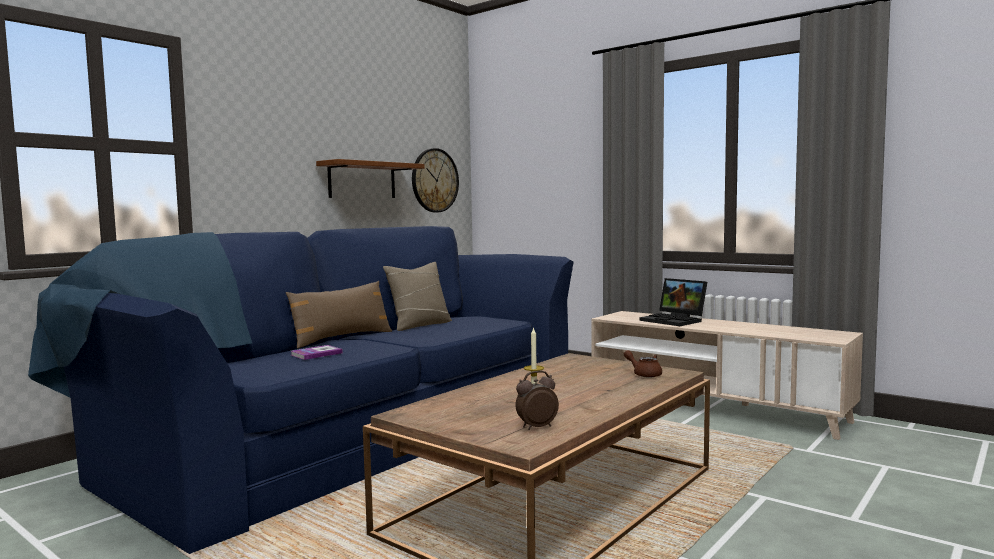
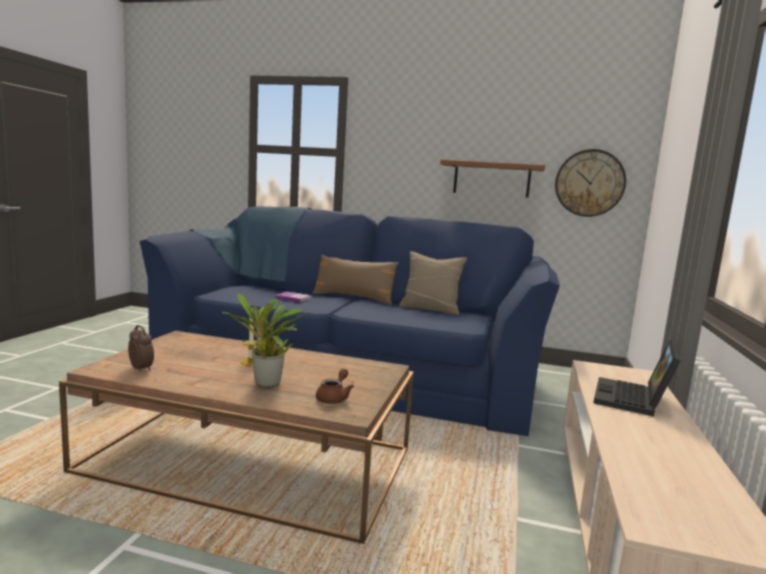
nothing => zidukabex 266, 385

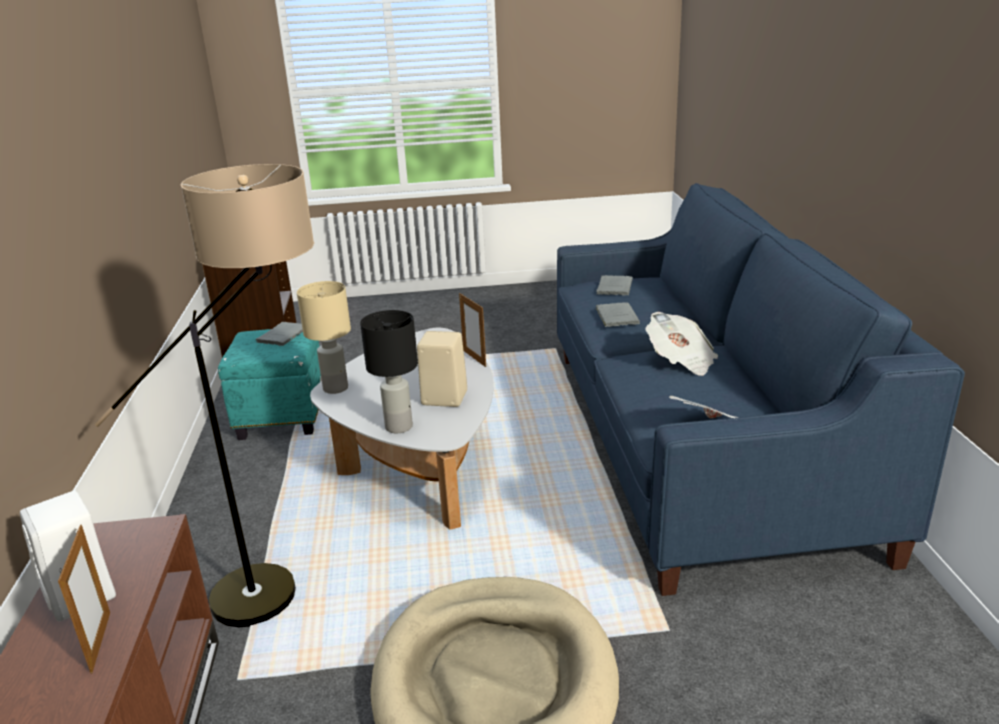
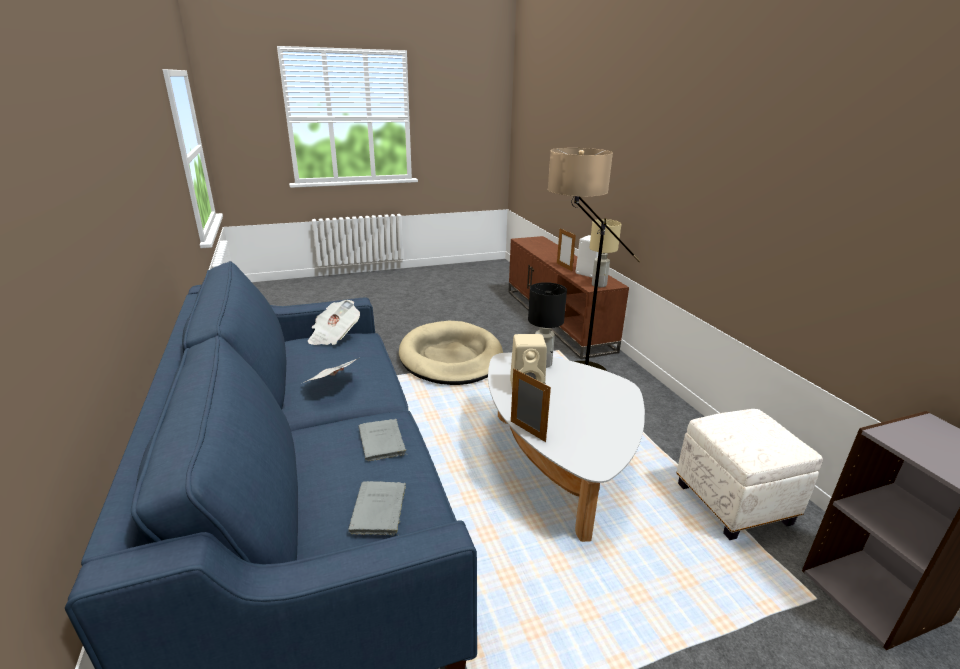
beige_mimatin 335, 388 => beige_mimatin 599, 285, relocated
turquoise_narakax 281, 417 => white_narakax 734, 504
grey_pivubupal 283, 335 => nothing

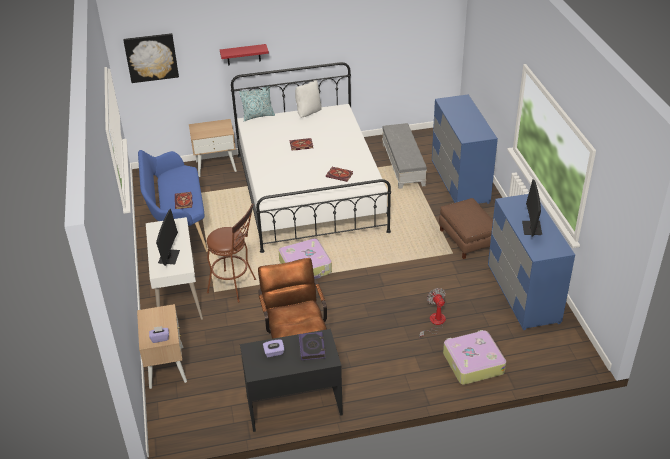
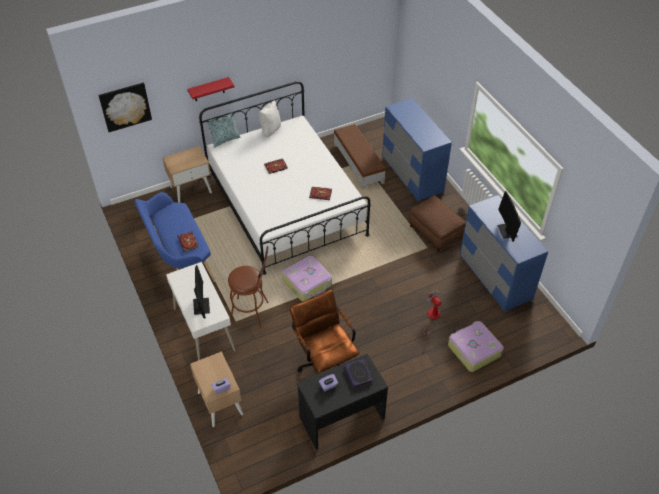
grey_narakax 403, 164 => brown_narakax 358, 163

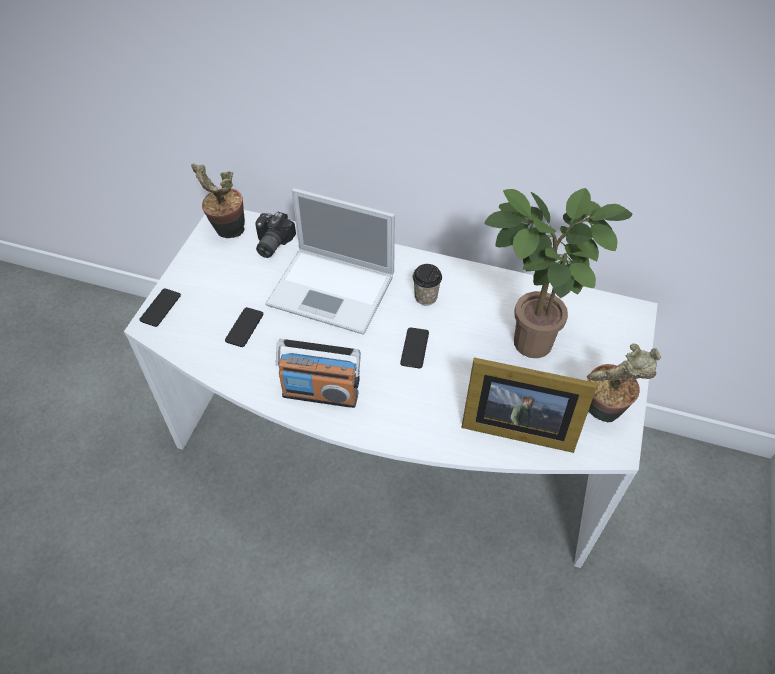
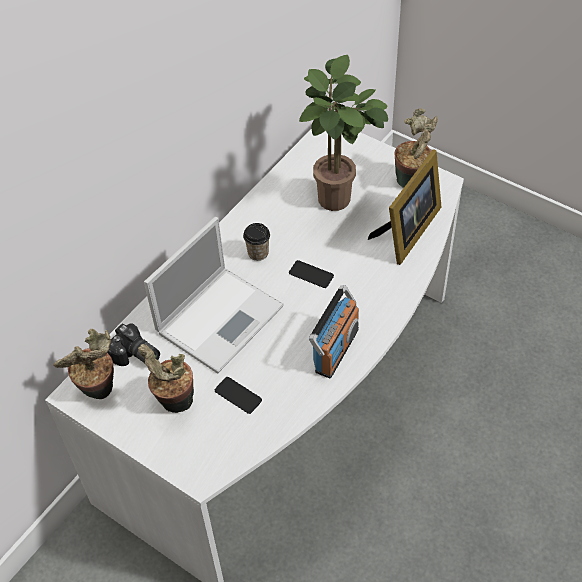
nothing => zidukabex 174, 403
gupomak 160, 308 => nothing

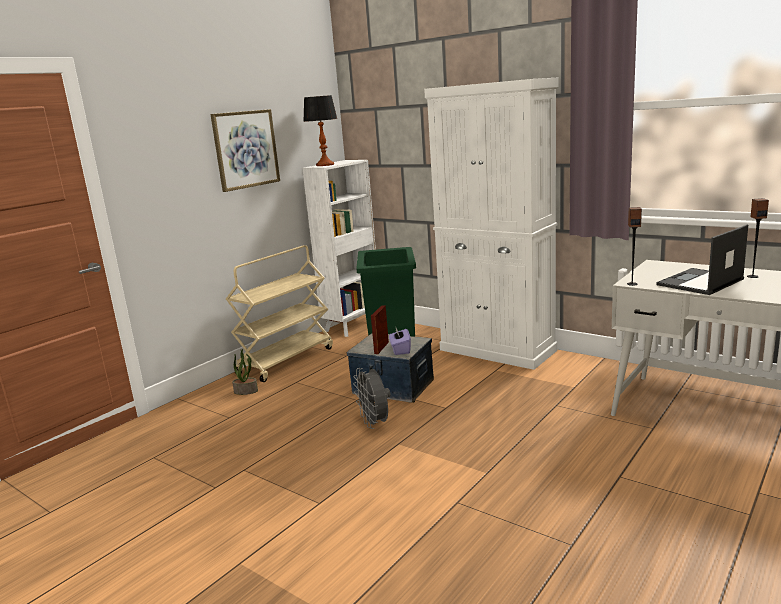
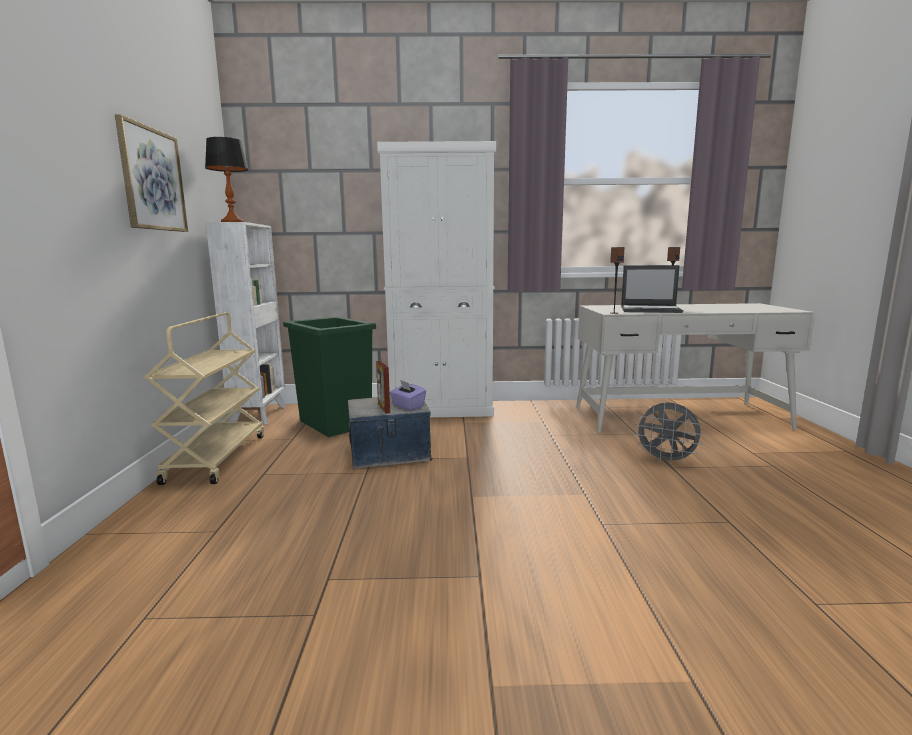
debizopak 700, 282 => debizopak 651, 310, 90 degrees counterclockwise
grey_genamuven 375, 423 => grey_genamuven 666, 461, relocated
zidukabex 246, 391 => nothing

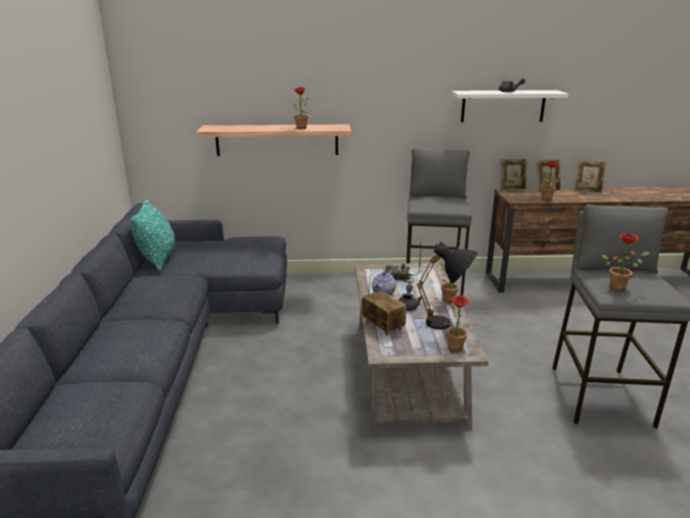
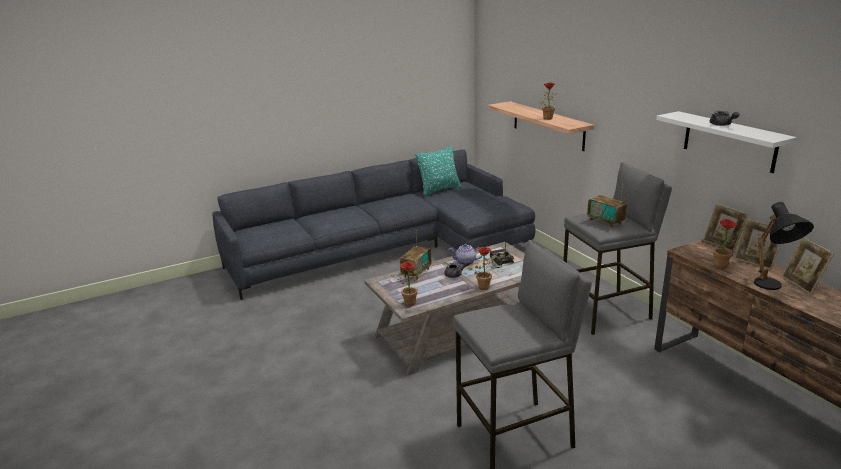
nothing => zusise 605, 222
black_mimatin 447, 325 => black_mimatin 771, 288, relocated
zidukabex 619, 287 => nothing

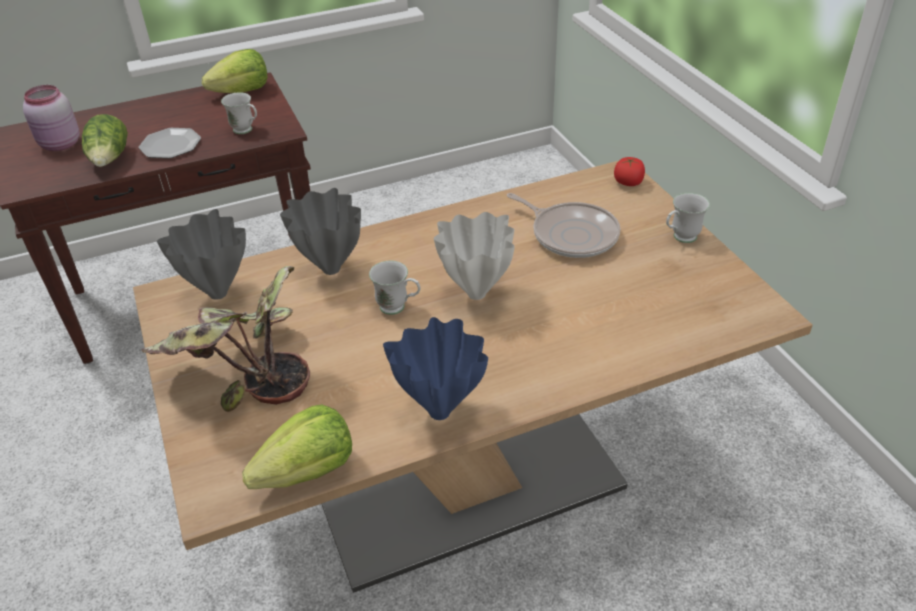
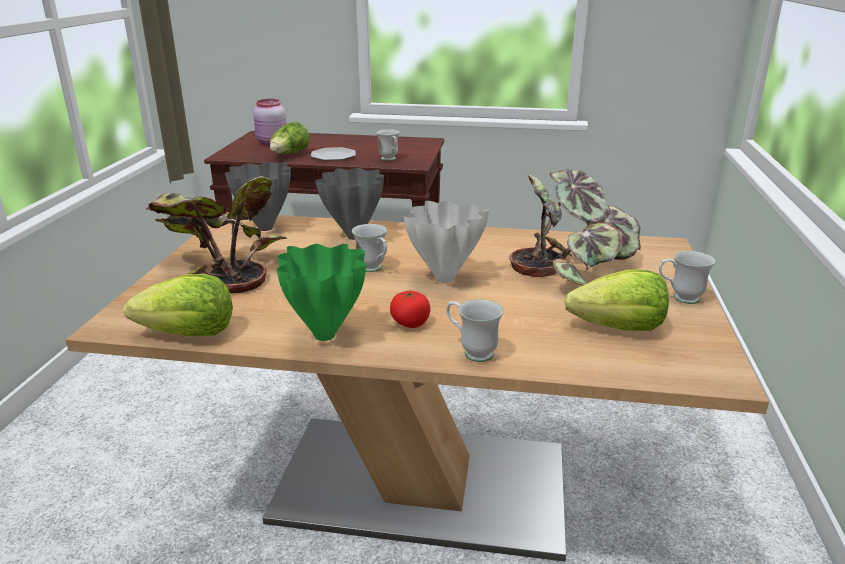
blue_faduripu 441, 412 => green_faduripu 326, 336
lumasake 628, 182 => lumasake 410, 323, relocated
nothing => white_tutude 471, 352
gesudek 571, 234 => zidukabex 572, 268
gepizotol 242, 91 => gepizotol 619, 328, relocated

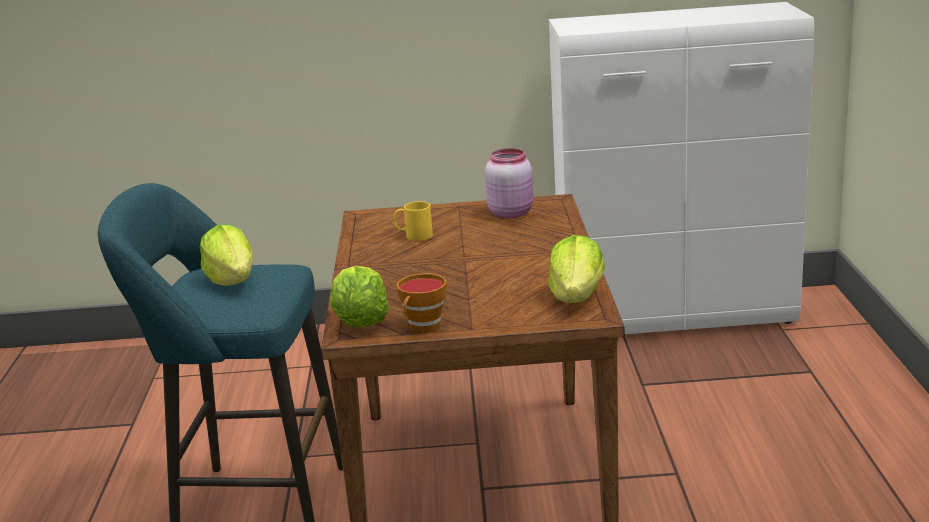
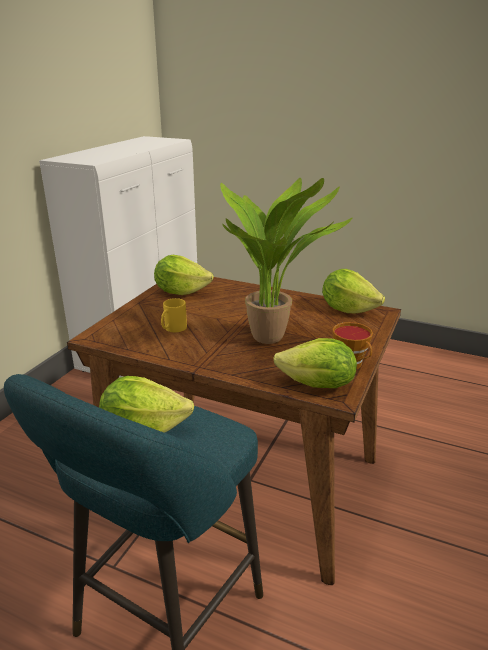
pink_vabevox 511, 212 => gepizotol 181, 291
nothing => zidukabex 273, 337

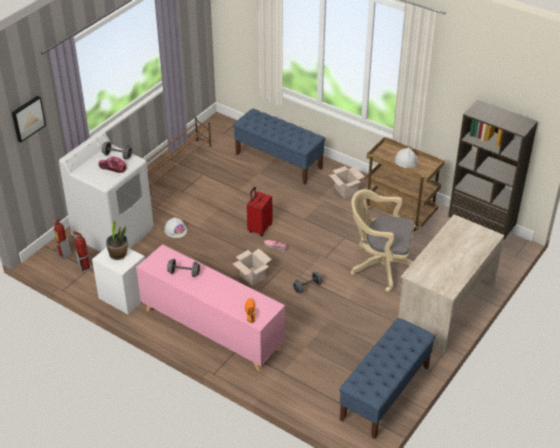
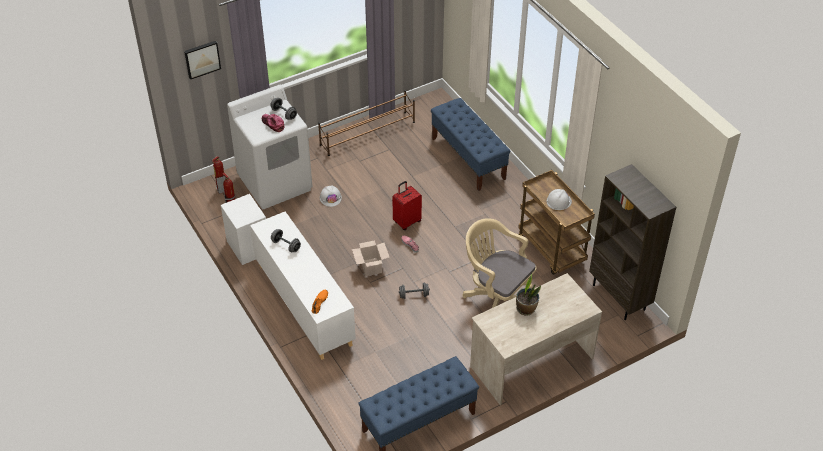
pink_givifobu 211, 329 => white_givifobu 304, 304
zidukabex 118, 254 => zidukabex 526, 309, relocated
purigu 346, 190 => nothing

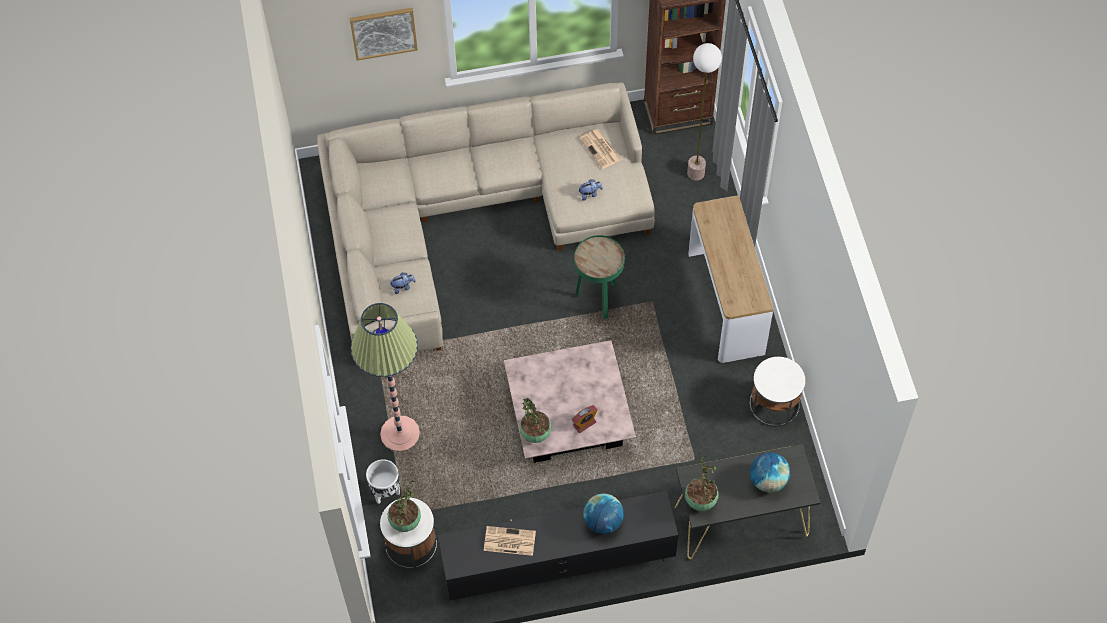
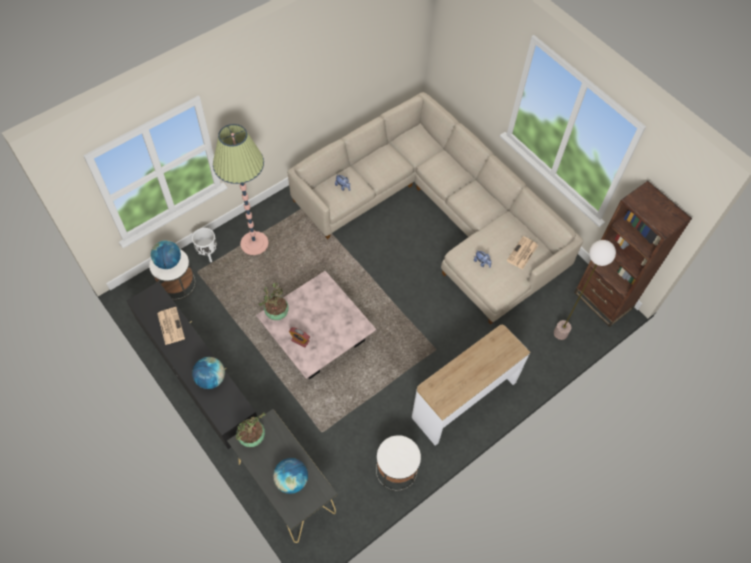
zidukabex 405, 521 => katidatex 168, 262
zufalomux 383, 32 => nothing
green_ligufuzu 598, 299 => nothing

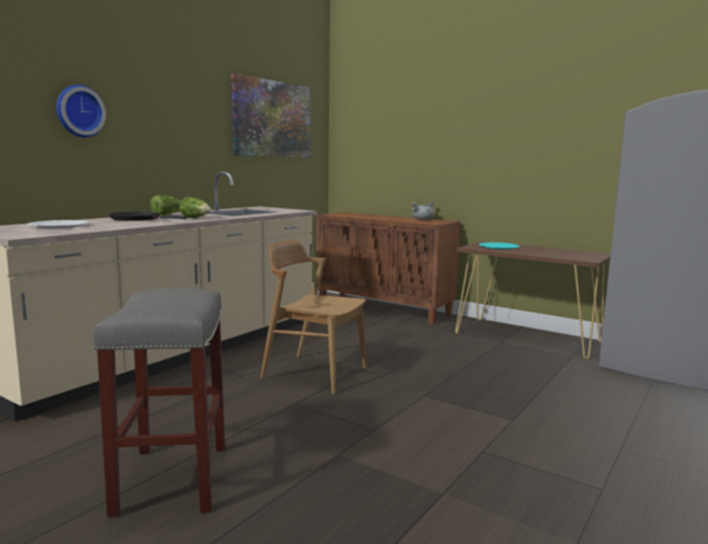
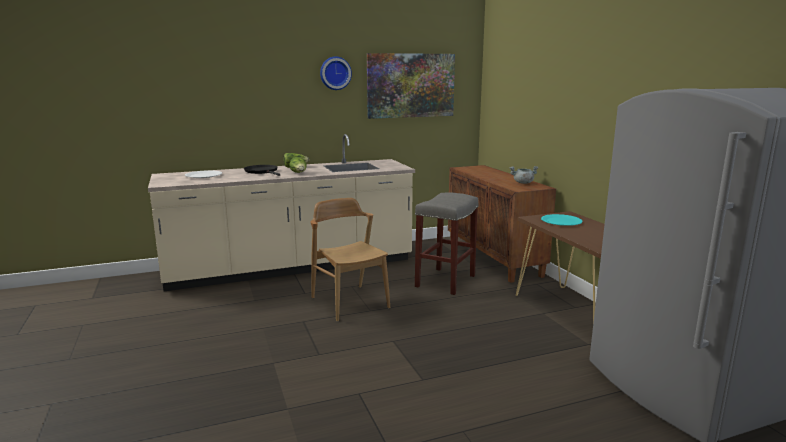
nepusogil 79, 111 => nepusogil 335, 73, relocated
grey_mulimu 172, 478 => grey_mulimu 445, 281, relocated

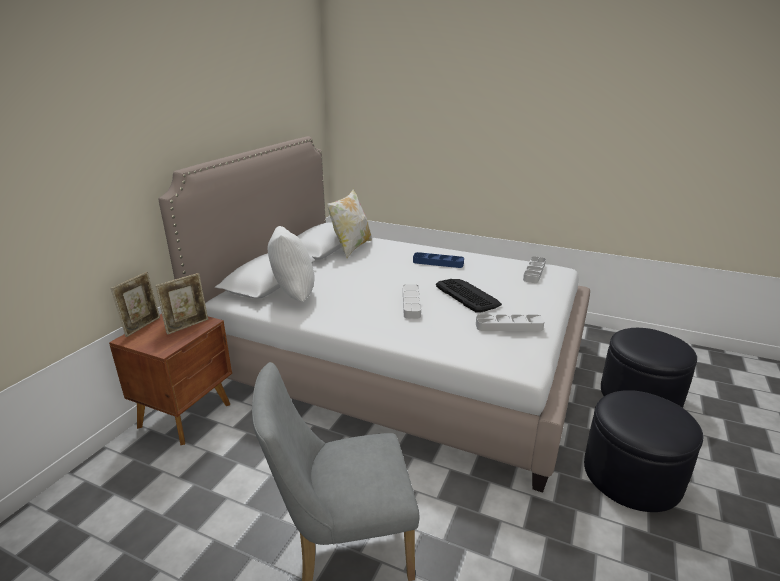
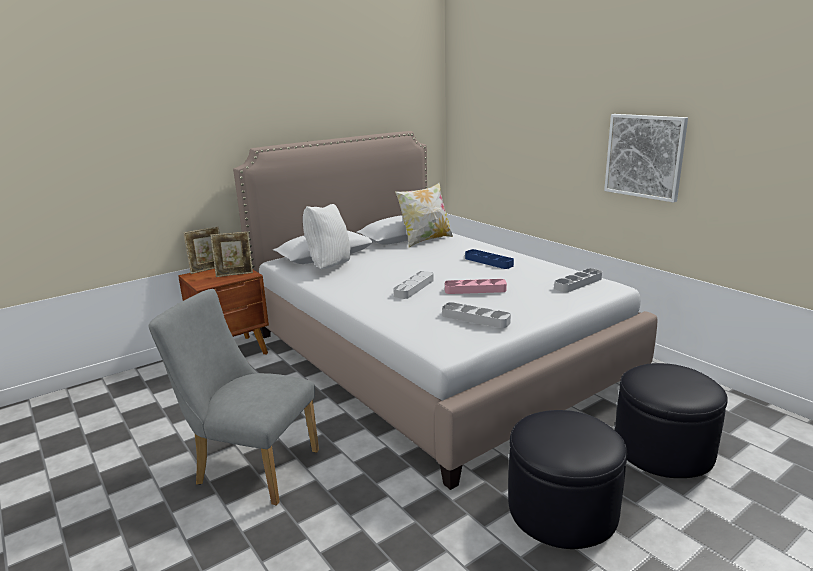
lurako 467, 295 => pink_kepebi 475, 290
nothing => zufalomux 644, 156

